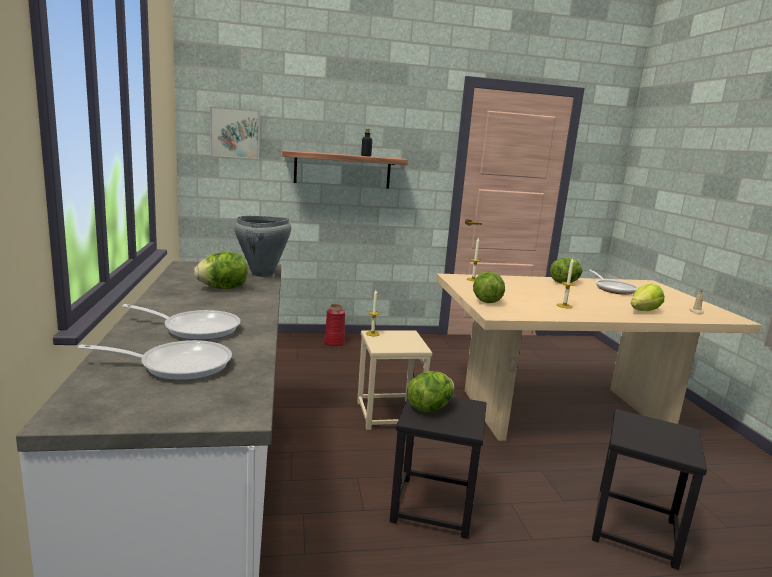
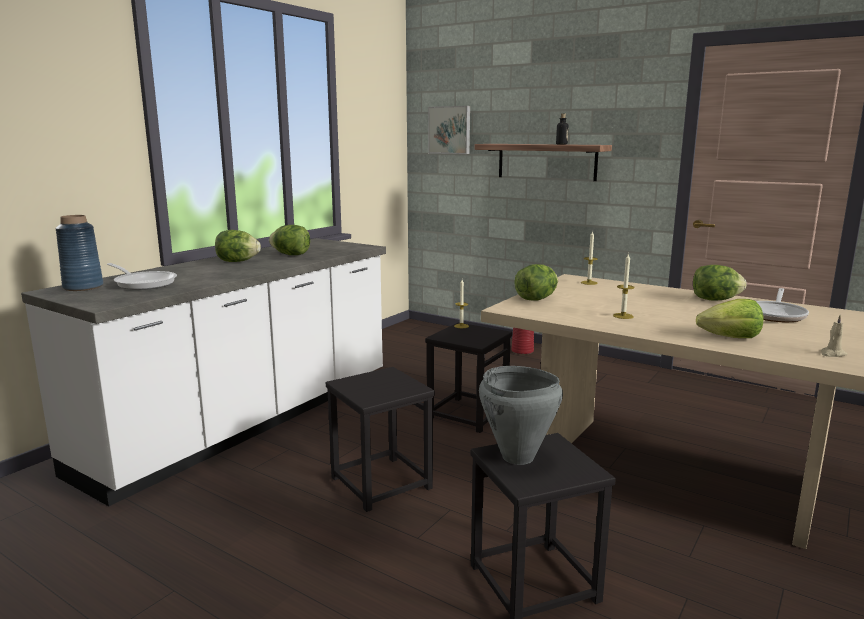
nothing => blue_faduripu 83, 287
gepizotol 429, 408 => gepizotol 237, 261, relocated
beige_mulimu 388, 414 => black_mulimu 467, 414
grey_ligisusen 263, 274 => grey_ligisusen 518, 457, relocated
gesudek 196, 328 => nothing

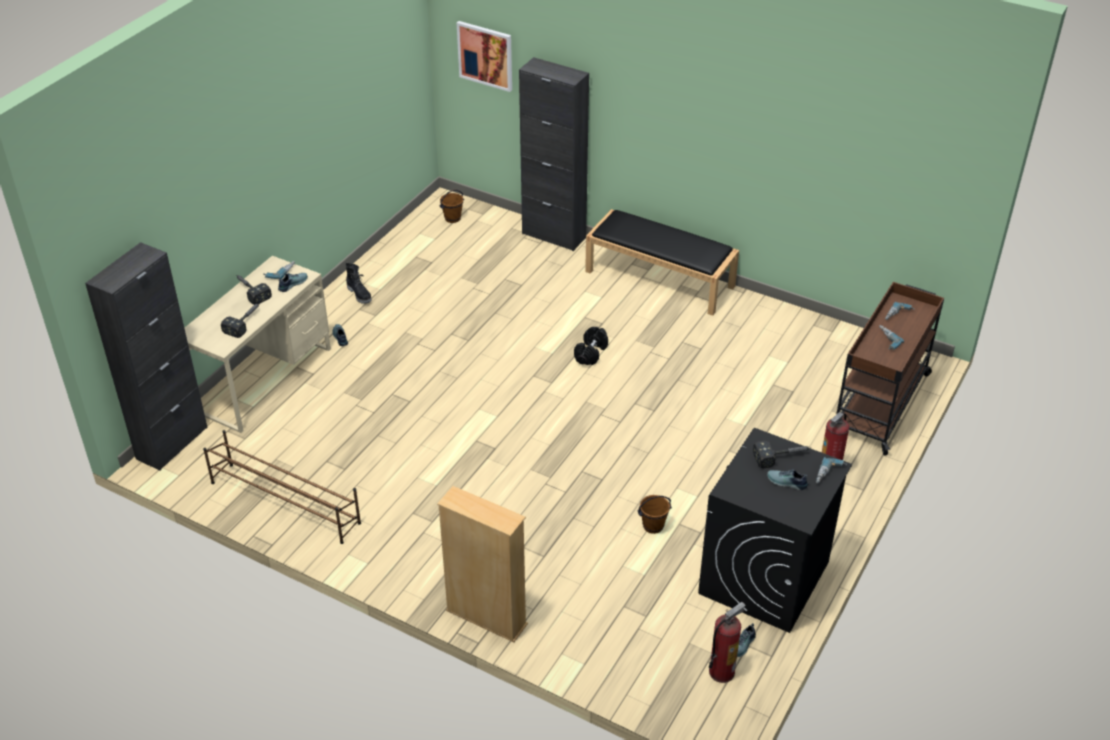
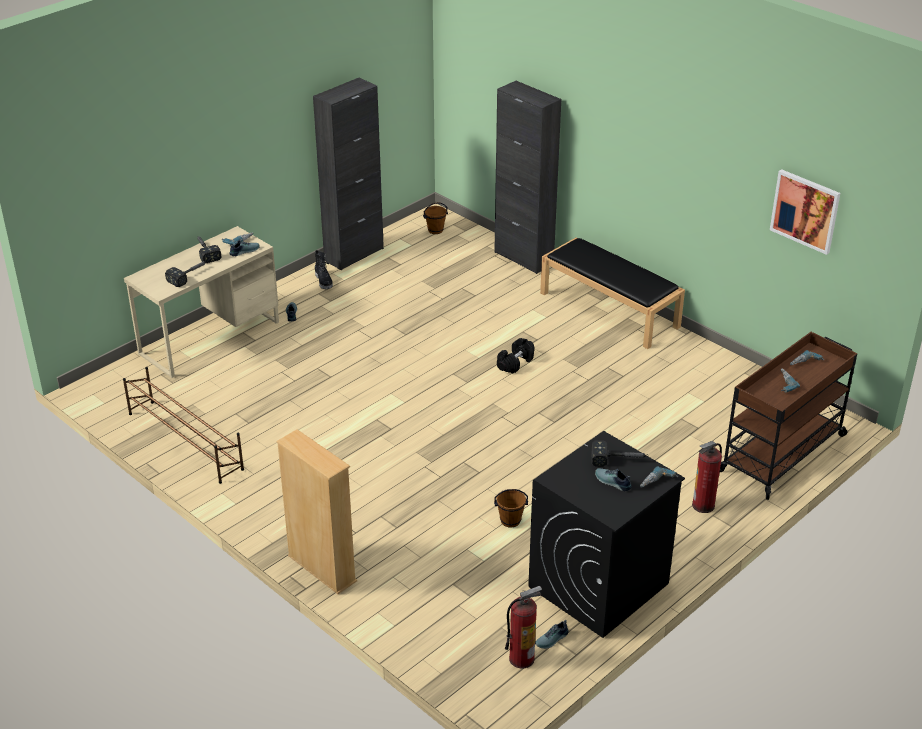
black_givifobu 172, 443 => black_givifobu 354, 254, relocated
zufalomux 485, 55 => zufalomux 805, 211, relocated

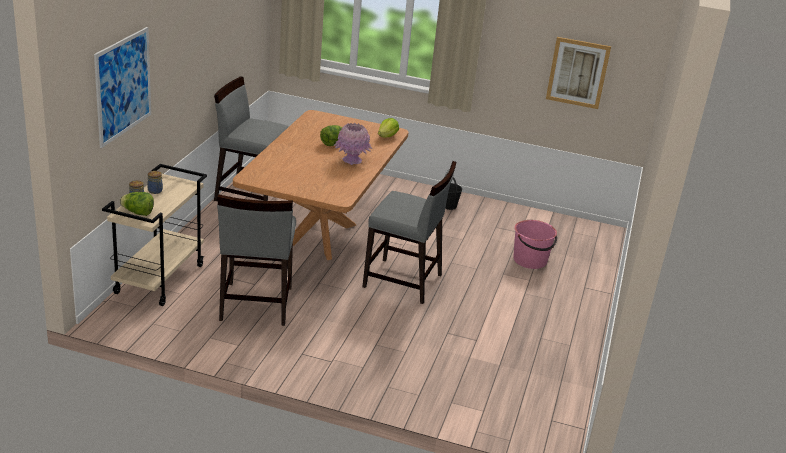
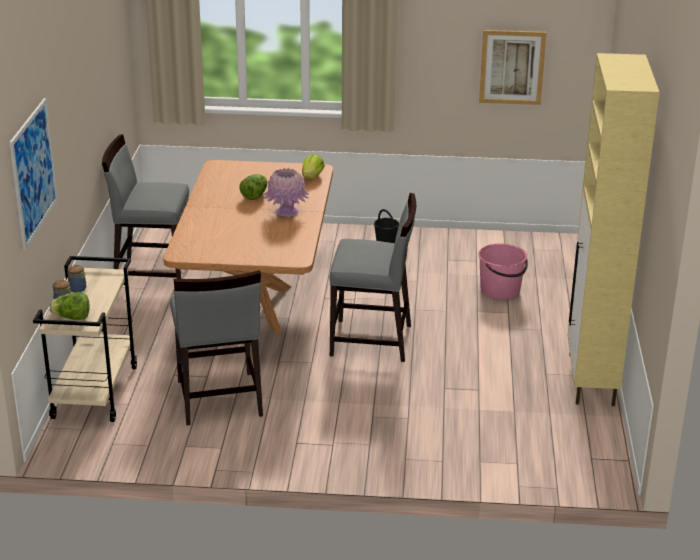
nothing => beige_givifobu 591, 380

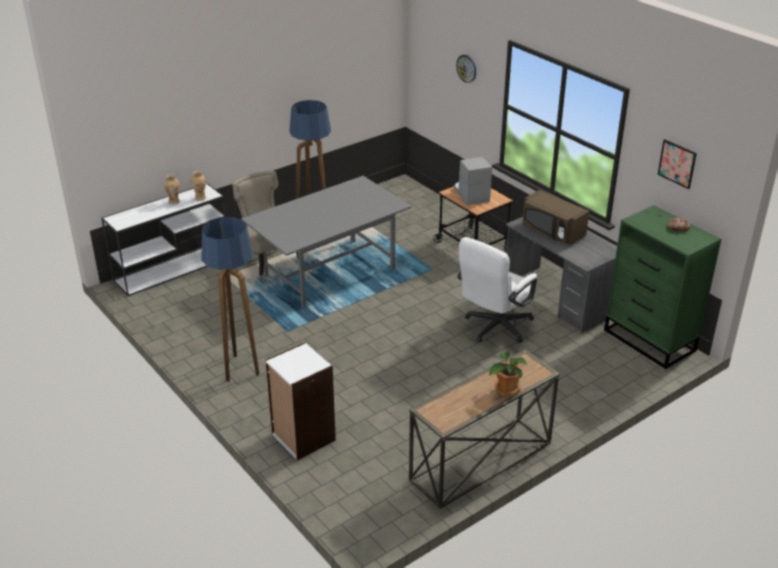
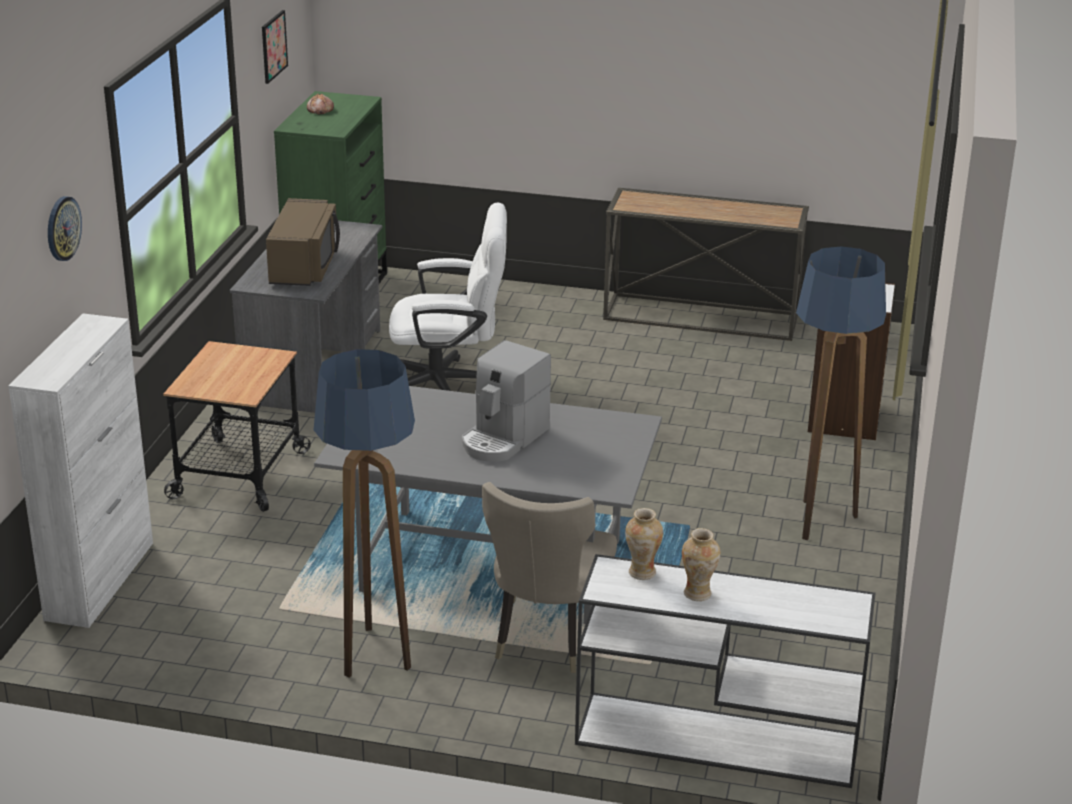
nothing => white_givifobu 100, 580
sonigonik 470, 194 => sonigonik 503, 439, relocated
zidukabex 506, 390 => nothing

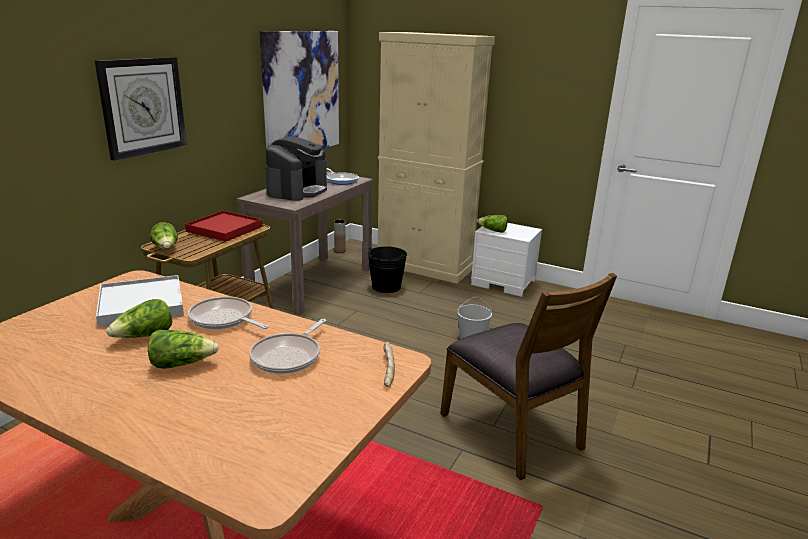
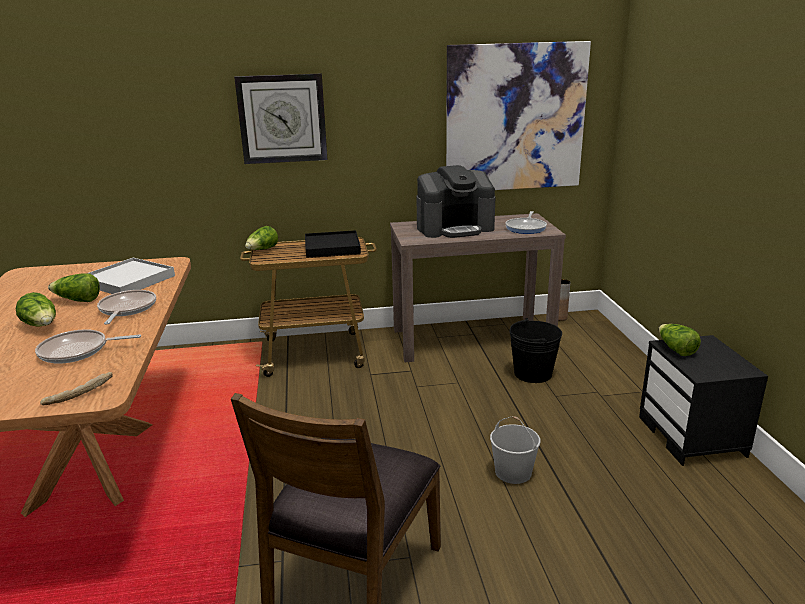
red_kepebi 224, 229 => black_kepebi 332, 247
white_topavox 504, 282 => black_topavox 693, 437
beige_givifobu 425, 266 => nothing

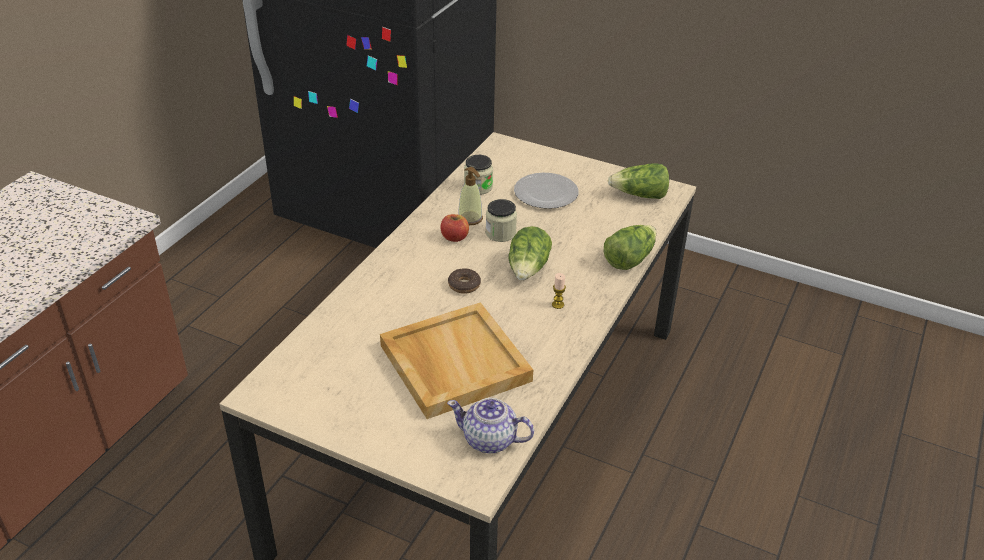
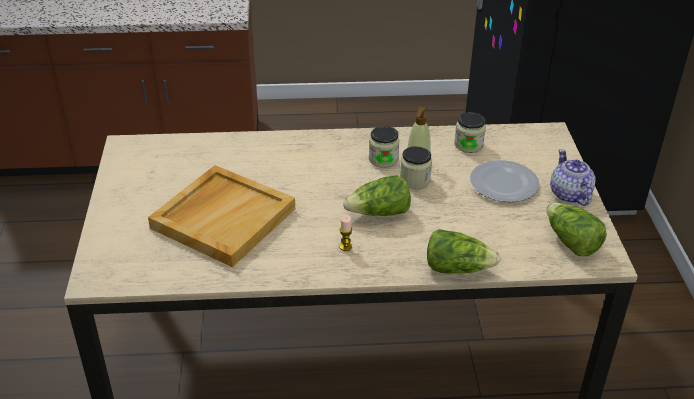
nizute 454, 237 => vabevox 383, 159
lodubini 490, 440 => lodubini 569, 195, relocated
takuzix 464, 285 => nothing

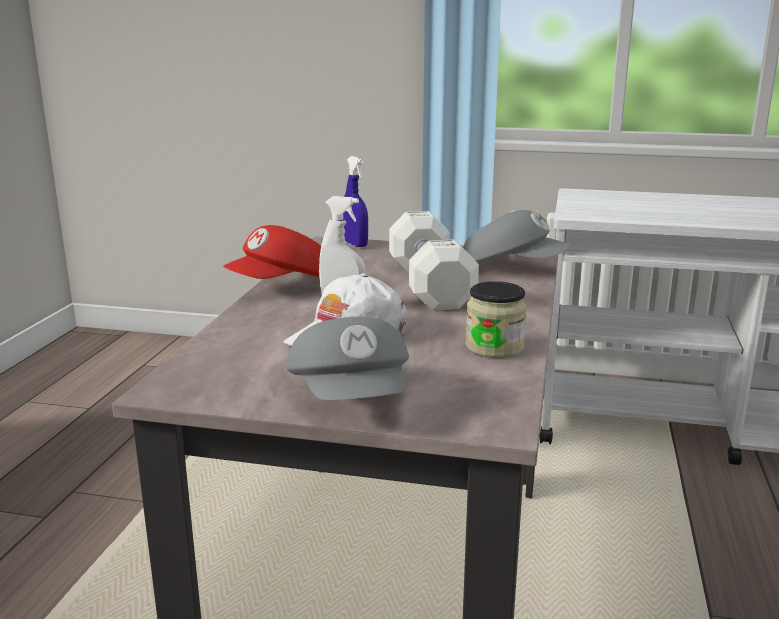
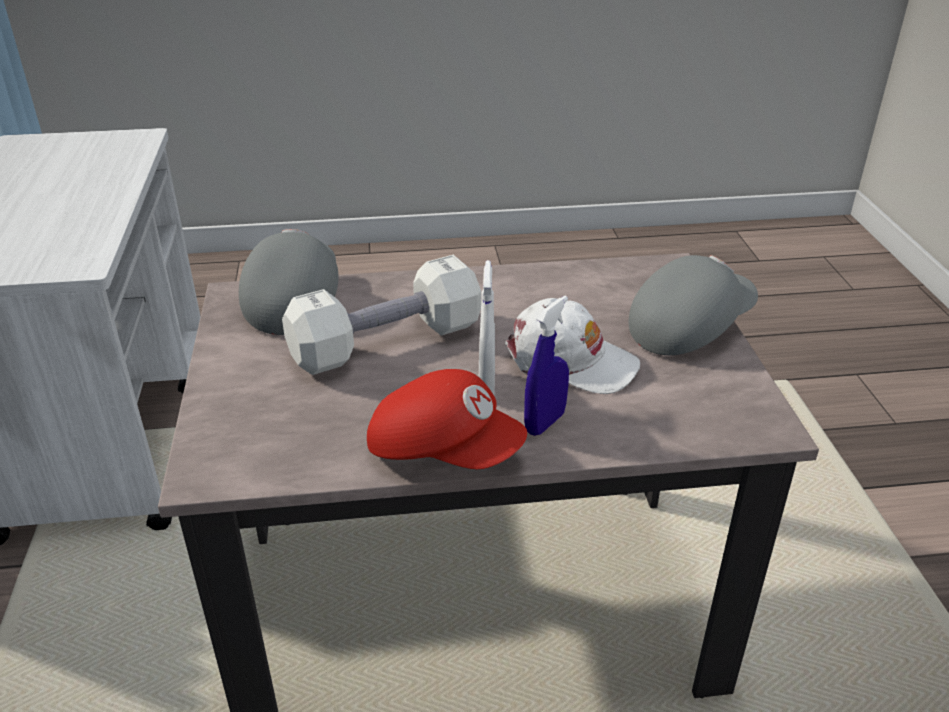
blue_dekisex 356, 244 => blue_dekisex 544, 423, relocated
vabevox 494, 347 => nothing

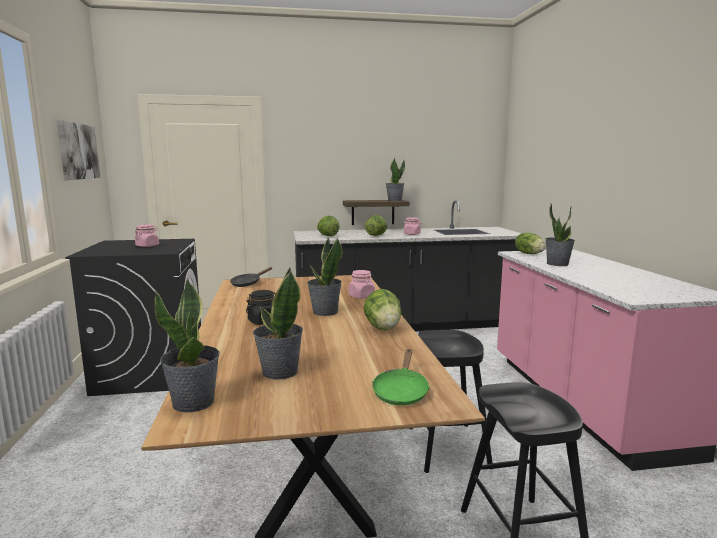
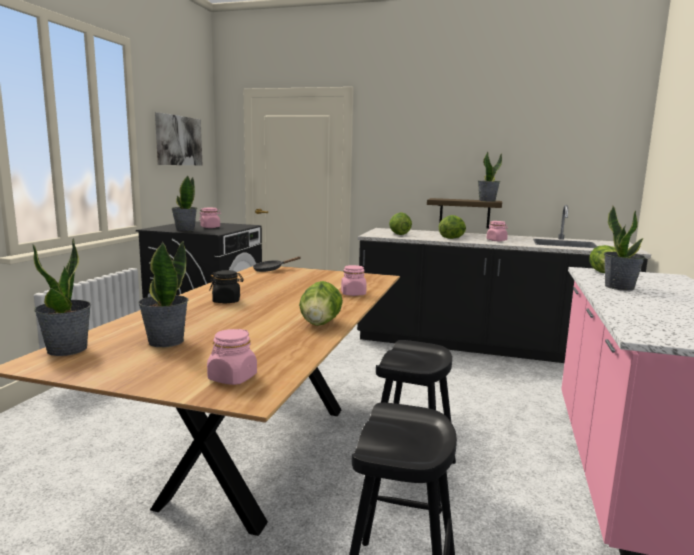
zidukabex 325, 312 => zidukabex 185, 230, relocated
green_gesudek 401, 392 => pink_vabevox 232, 378

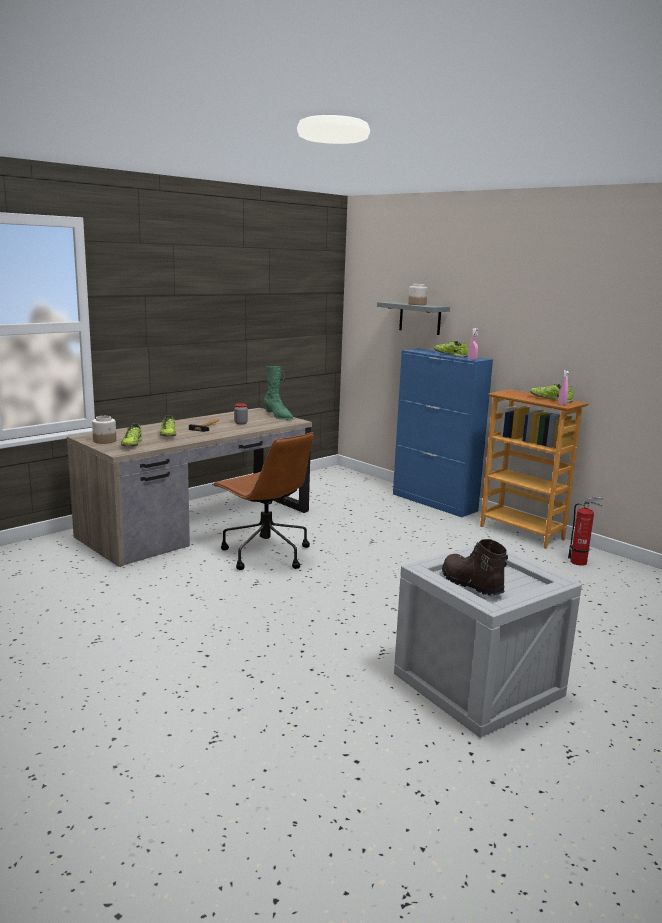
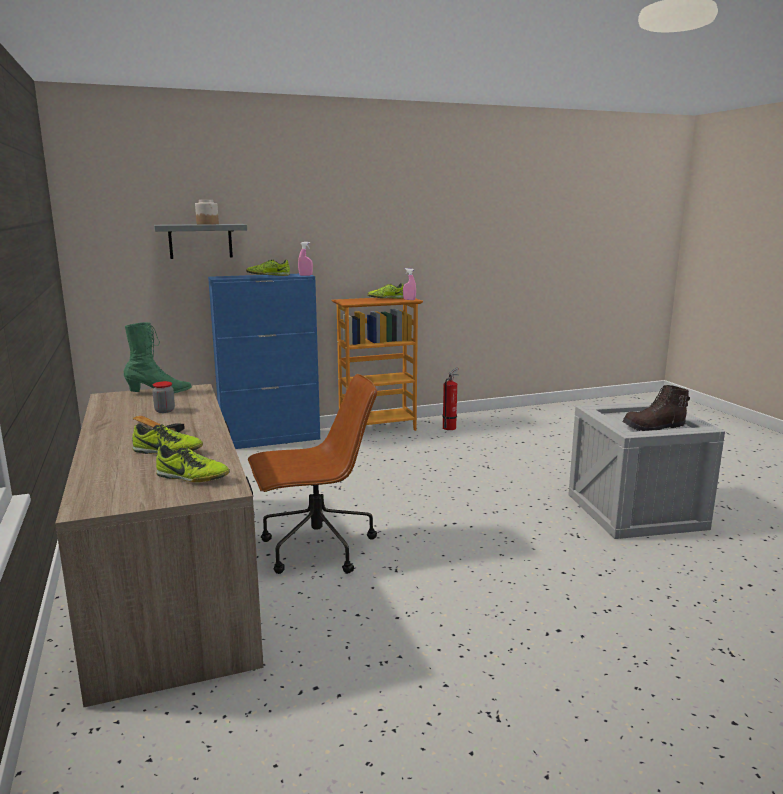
vabevox 105, 441 => nothing

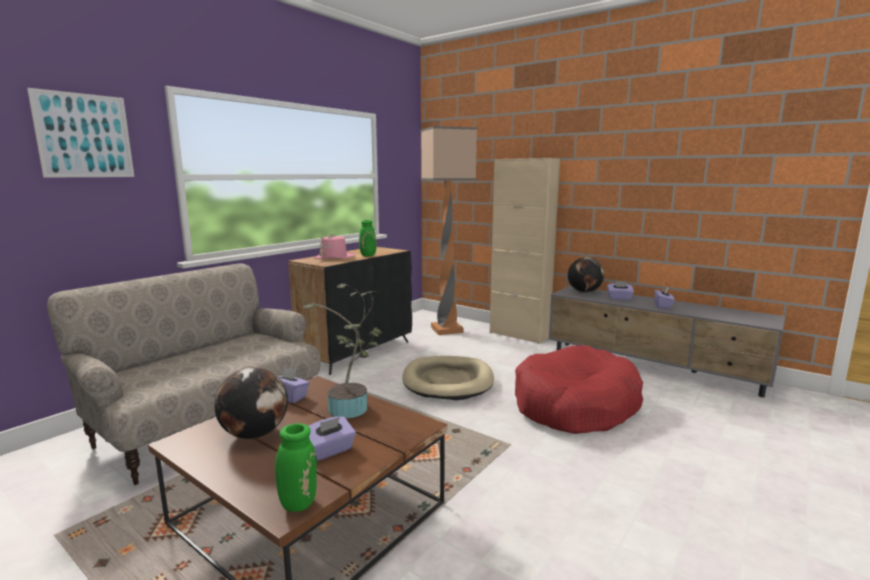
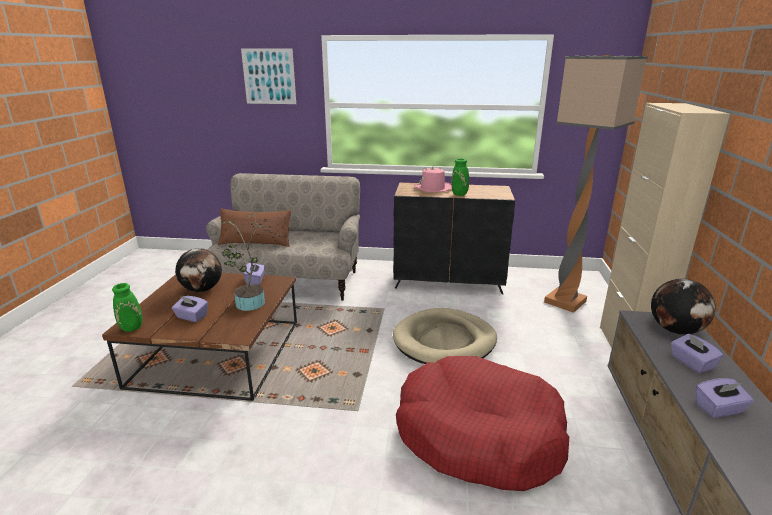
nothing => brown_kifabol 256, 242

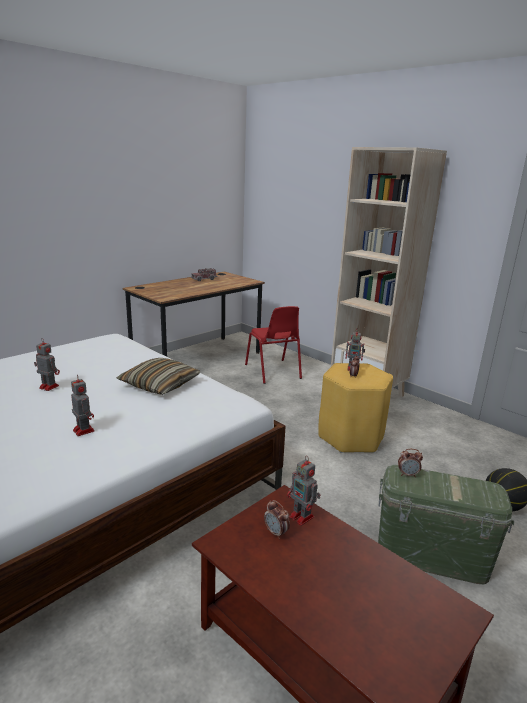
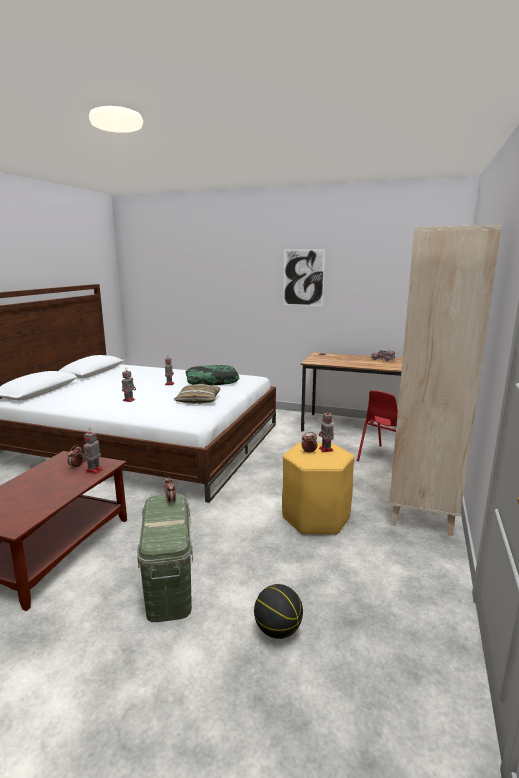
nothing => kifabol 211, 381
nothing => zufalomux 303, 277

